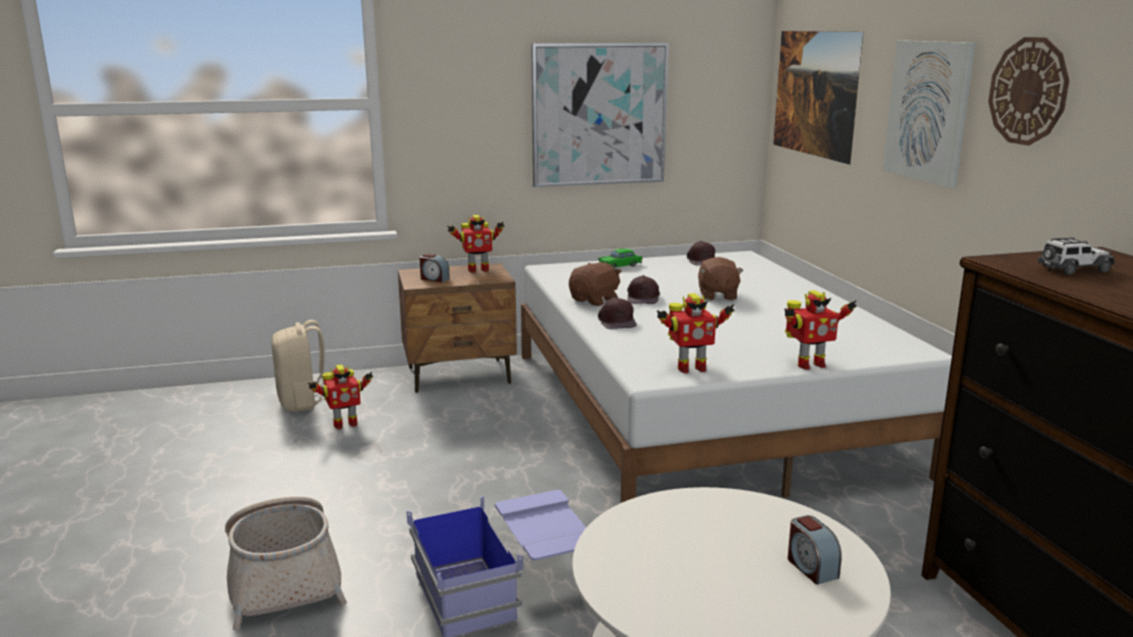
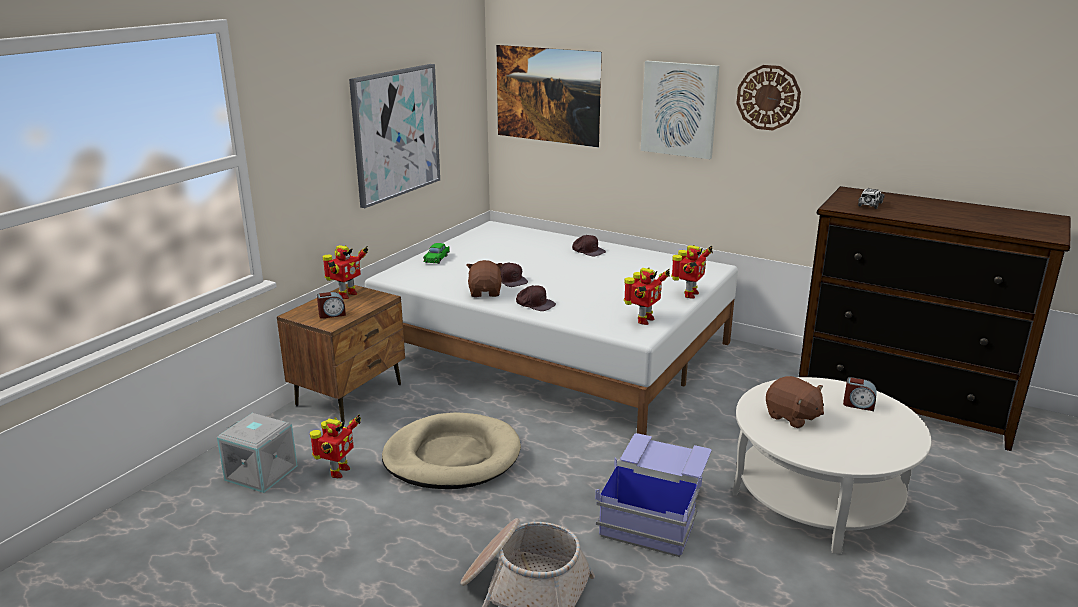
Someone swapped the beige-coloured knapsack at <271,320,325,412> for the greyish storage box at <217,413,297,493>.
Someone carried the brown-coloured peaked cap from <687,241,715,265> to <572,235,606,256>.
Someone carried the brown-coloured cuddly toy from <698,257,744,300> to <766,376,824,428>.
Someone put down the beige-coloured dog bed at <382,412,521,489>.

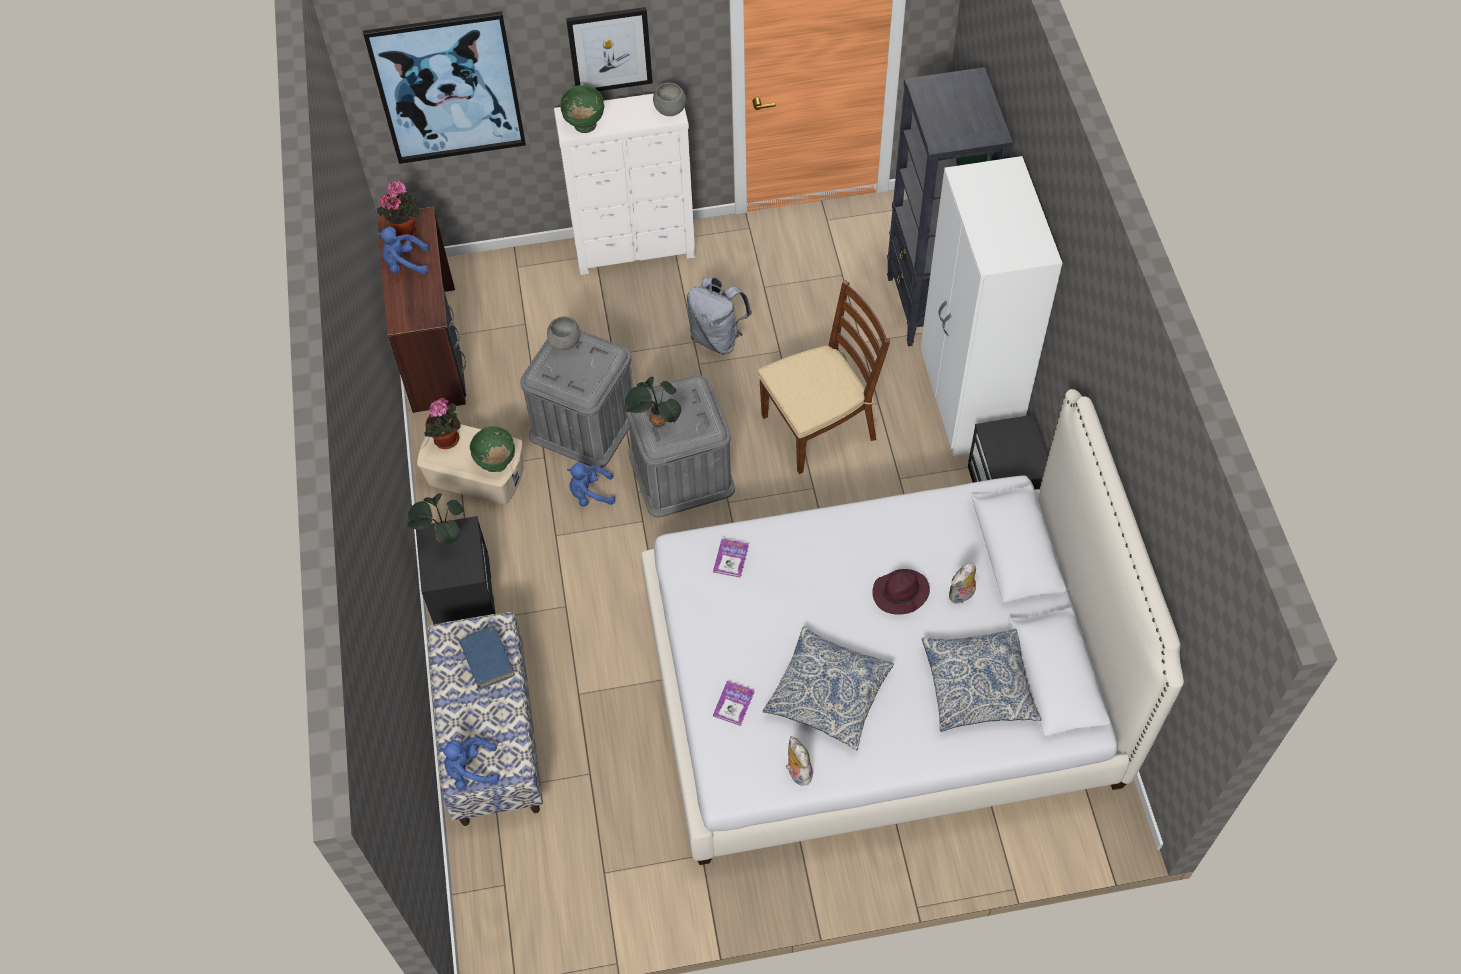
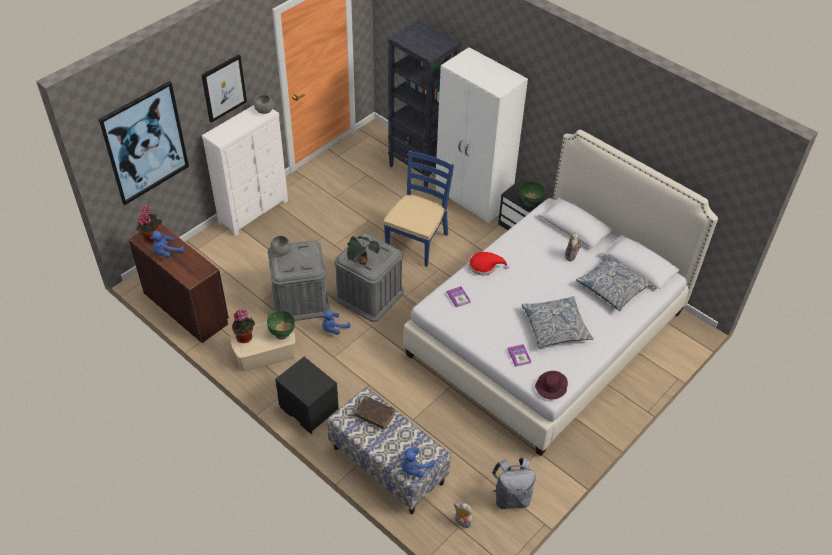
Someone took away the houseplant at <407,493,464,545>.
Someone repainted the bluish book at <459,625,515,689>, which became the brown-coloured book at <354,396,395,429>.
Someone carried the green bowl from <560,85,604,133> to <519,181,544,207>.
Someone carried the greyish knapsack from <687,277,752,354> to <492,458,536,509>.
Someone repainted the brown-coloured chair at <758,280,890,474>, which became the bluish chair at <384,150,454,267>.
Someone carried the cuddly toy from <786,736,813,786> to <454,502,473,528>.
Someone carried the purple clothing hat from <872,569,930,615> to <535,371,568,400>.
Someone put down the red clothing hat at <469,252,509,275>.

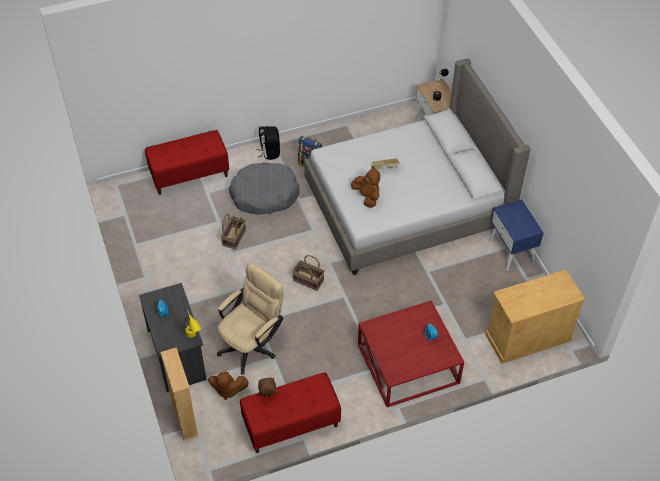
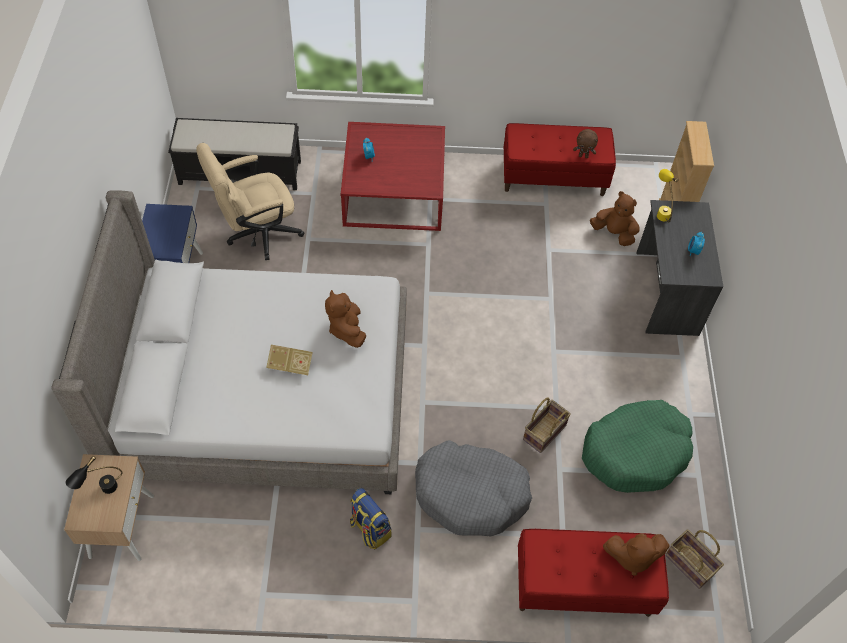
Someone carried the beige-coloured desk chair from <217,263,284,374> to <196,143,305,260>.
Someone took away the black-coloured knapsack at <256,126,280,160>.
Someone carried the basket from <292,255,324,291> to <665,530,724,589>.
Someone swapped the beige-coloured cupboard at <486,270,586,364> for the black-coloured indoor bench at <168,118,301,190>.
Someone put down the green dog bed at <582,400,693,493>.
Someone put down the brown-coloured cuddly toy at <603,533,670,576>.

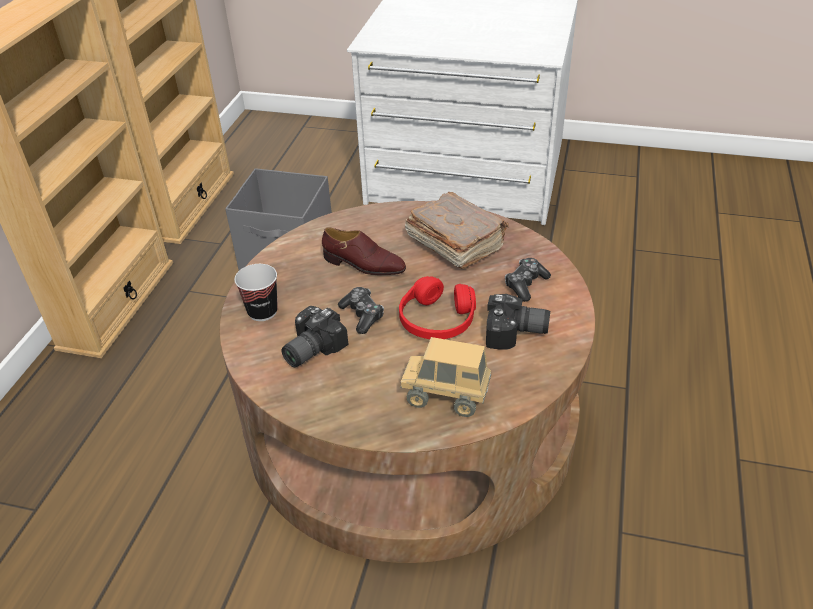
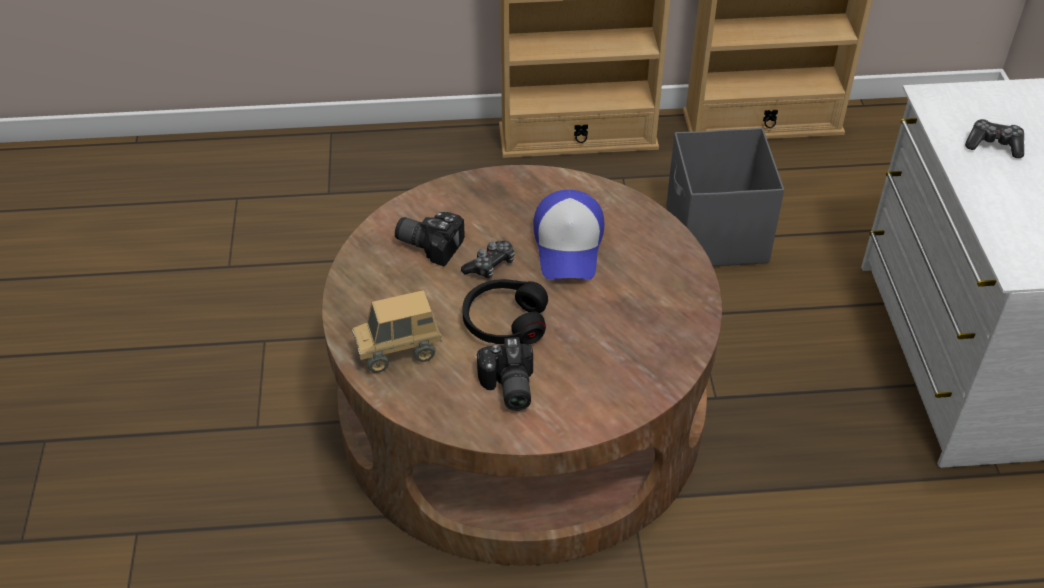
Someone took away the small cup at <234,264,278,321>.
Someone swapped the brown-coloured low shoe at <322,227,406,275> for the peaked cap at <534,190,604,280>.
Someone repainted the red headphones at <399,276,476,339>, which became the black-coloured headphones at <462,279,548,345>.
Someone rotated the toy lorry at <400,337,491,417> by 105 degrees counterclockwise.
Someone took away the brown-coloured book at <405,192,509,269>.
Someone carried the gamepad from <505,258,551,302> to <965,119,1024,158>.

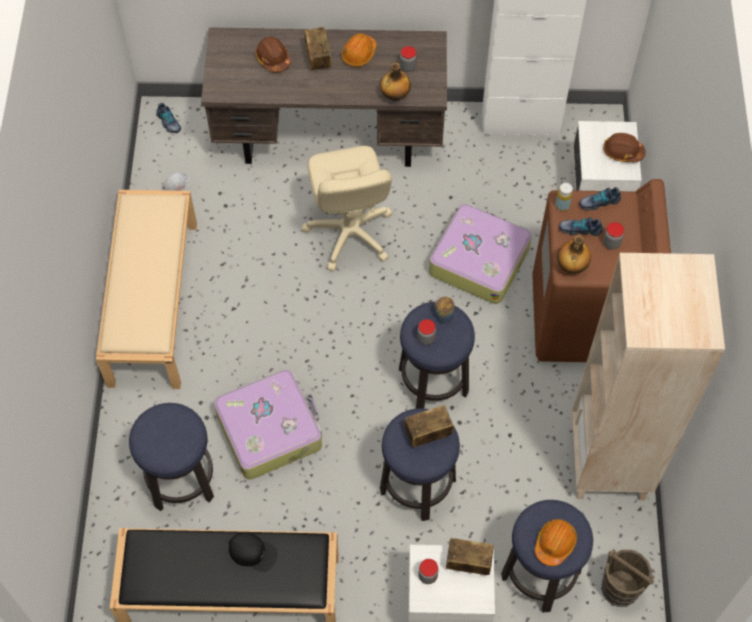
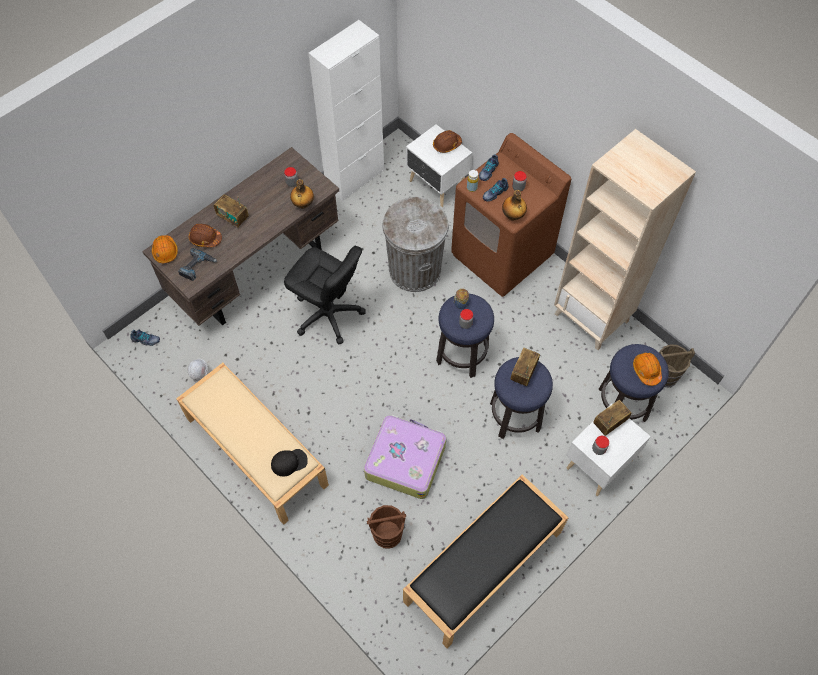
Someone swapped the sitting stool at <129,403,214,511> for the brown-coloured water bucket at <367,505,406,549>.
Someone carried the black-coloured peaked cap from <229,532,277,572> to <271,449,308,476>.
Someone repainted the beige-coloured desk chair at <301,146,393,271>, which became the black-coloured desk chair at <284,246,366,344>.
Someone carried the orange safety helmet from <341,33,377,67> to <152,235,178,263>.
Someone swapped the suitcase at <429,204,532,304> for the greyish waste bin at <382,197,449,292>.
Someone put down the drill at <178,248,218,281>.

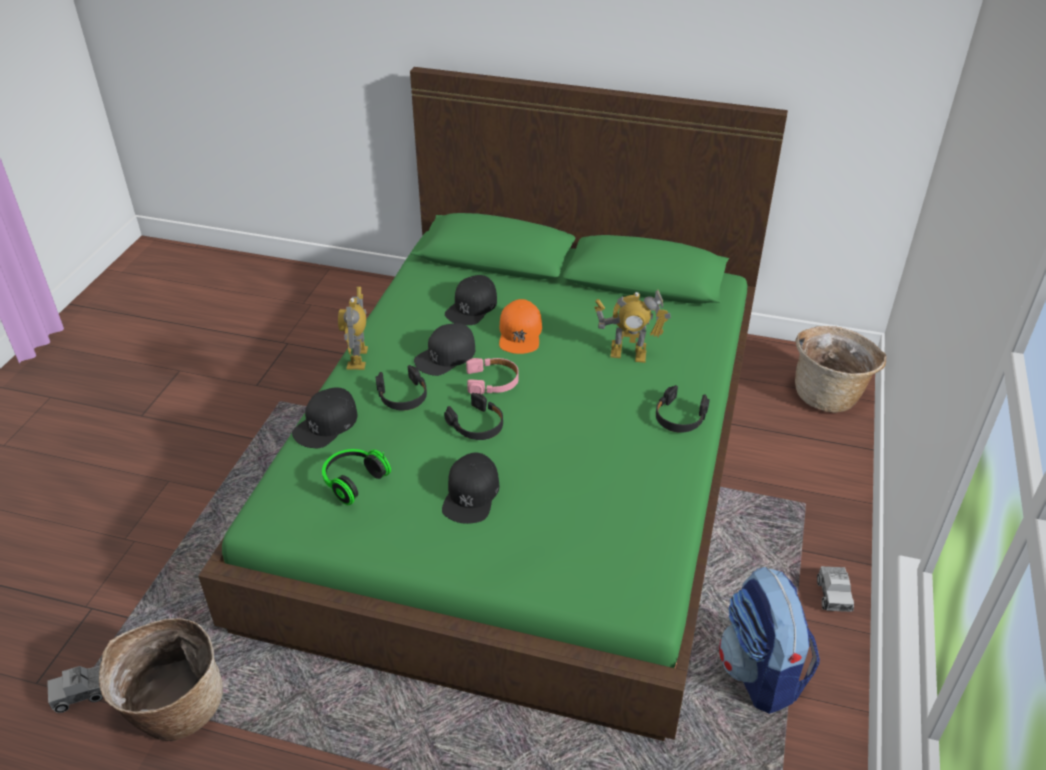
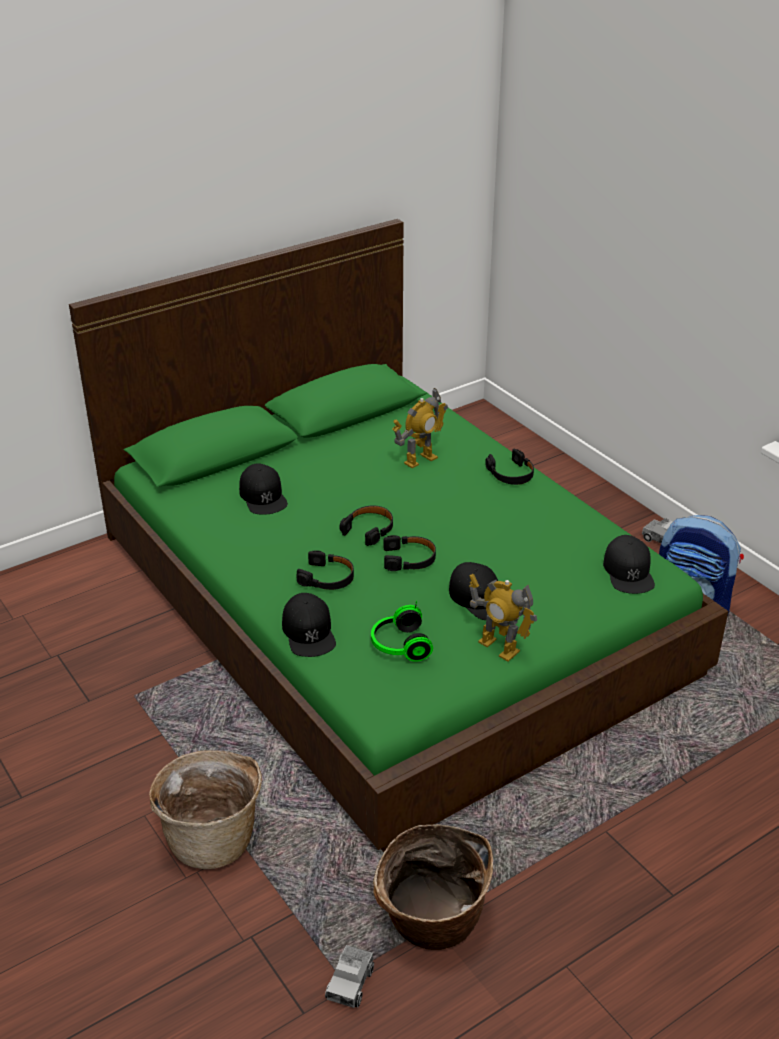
Someone carried the toy robot from <338,287,368,370> to <469,574,537,662>.
Someone carried the black-coloured peaked cap from <414,323,475,376> to <603,535,655,594>.
Someone repainted the pink headphones at <466,358,519,394>, which became the black-coloured headphones at <340,506,393,546>.
Someone took away the orange peaked cap at <499,299,542,354>.
Someone carried the basket from <795,326,886,413> to <149,750,262,869>.

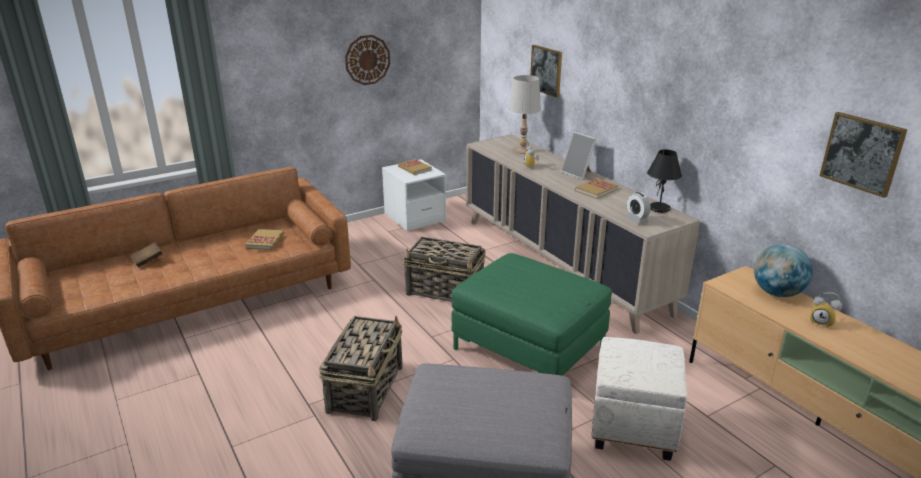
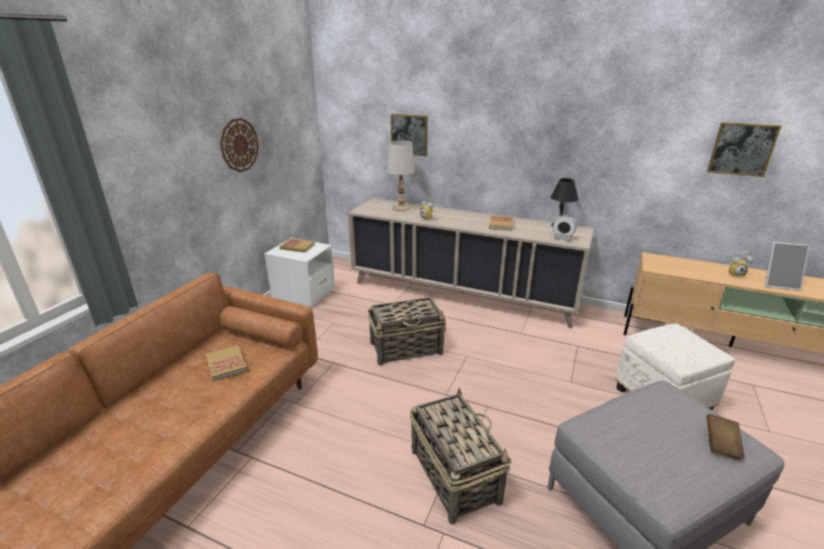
Someone carried the brown-coloured book from <131,242,163,267> to <706,414,745,460>.
Someone took away the green ottoman at <451,253,612,376>.
Someone carried the picture frame from <561,132,597,180> to <765,242,810,291>.
Someone took away the globe at <754,244,813,297>.

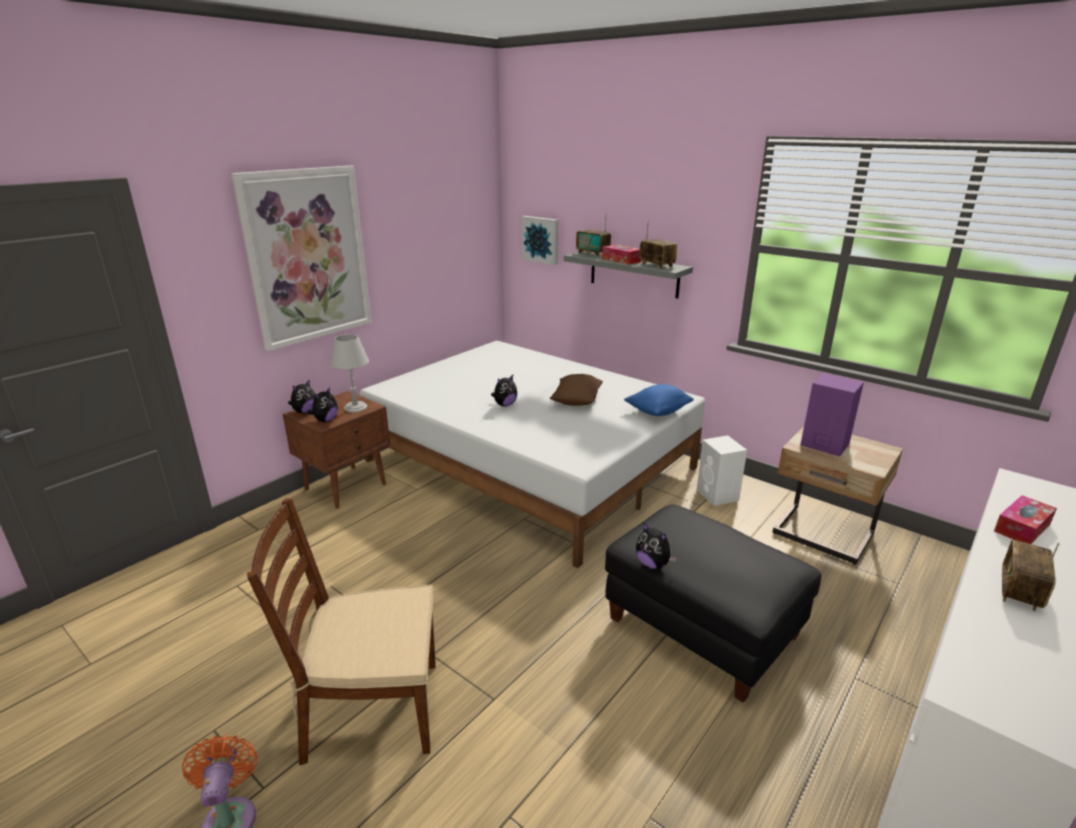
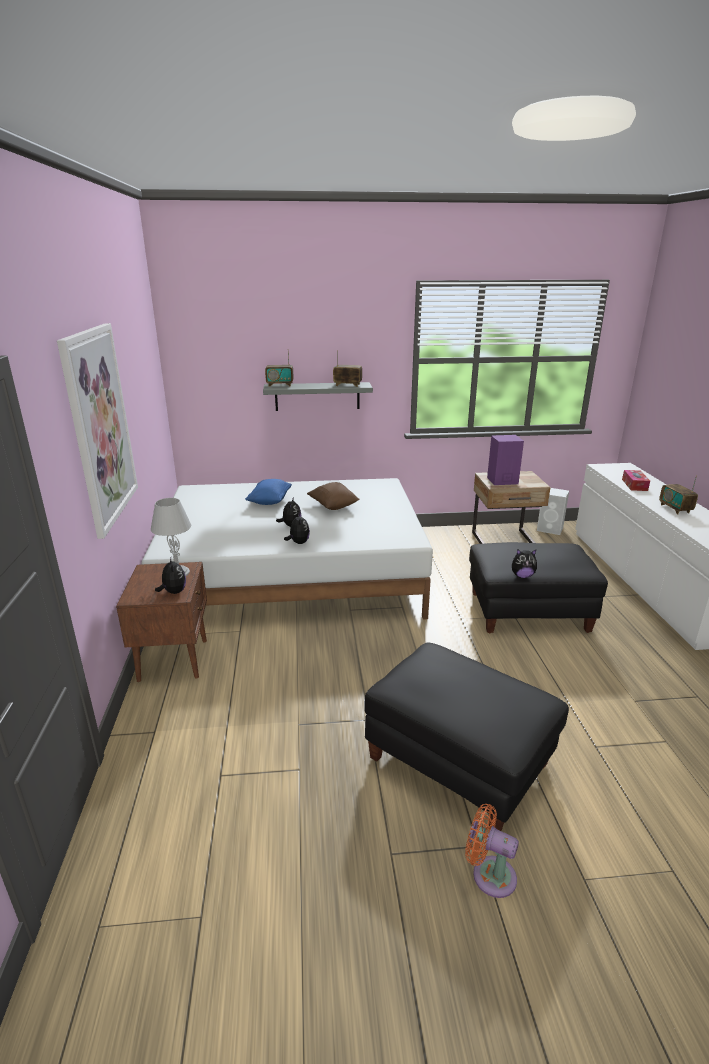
Someone swapped the brown-coloured chair at <247,498,436,765> for the black-coloured ottoman at <365,642,569,831>.
Someone carried the cuddly toy from <288,380,316,414> to <284,513,310,544>.
Someone took away the wall picture at <521,216,558,265>.
Someone took away the tissue box at <602,244,642,265>.
Someone carried the bluish throw pillow from <624,384,694,416> to <245,479,292,505>.
Someone carried the white loudspeaker from <697,435,747,506> to <537,488,569,535>.

